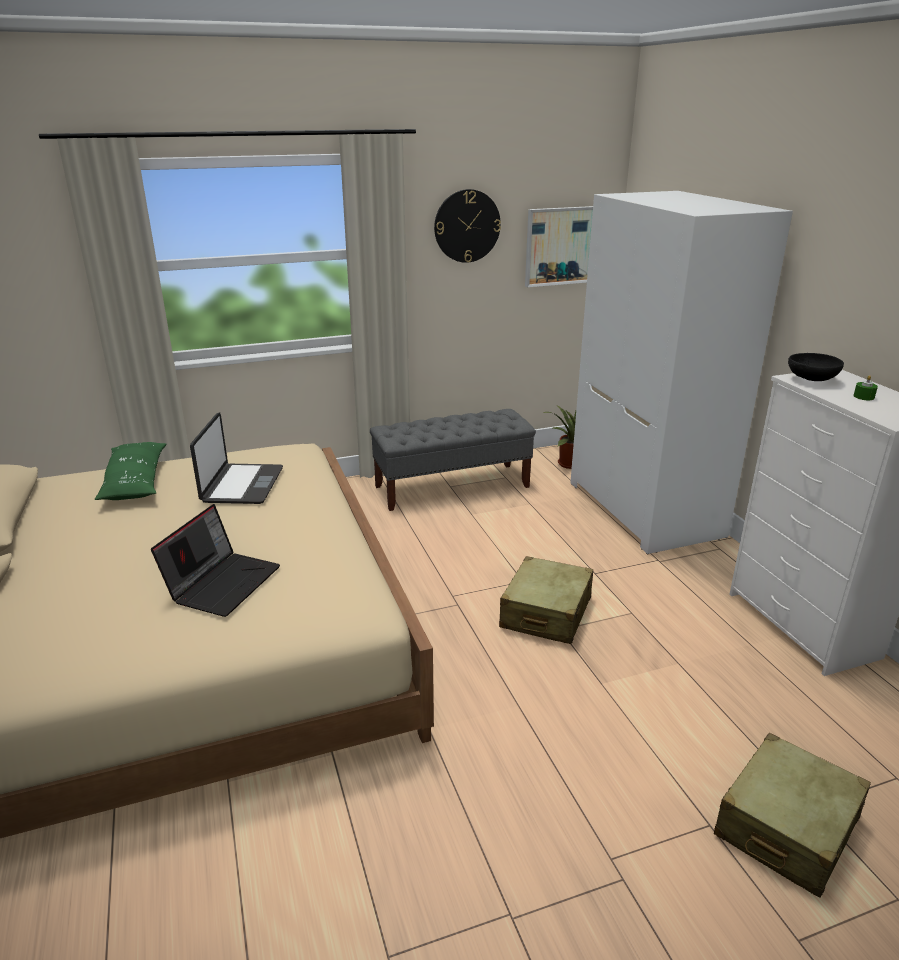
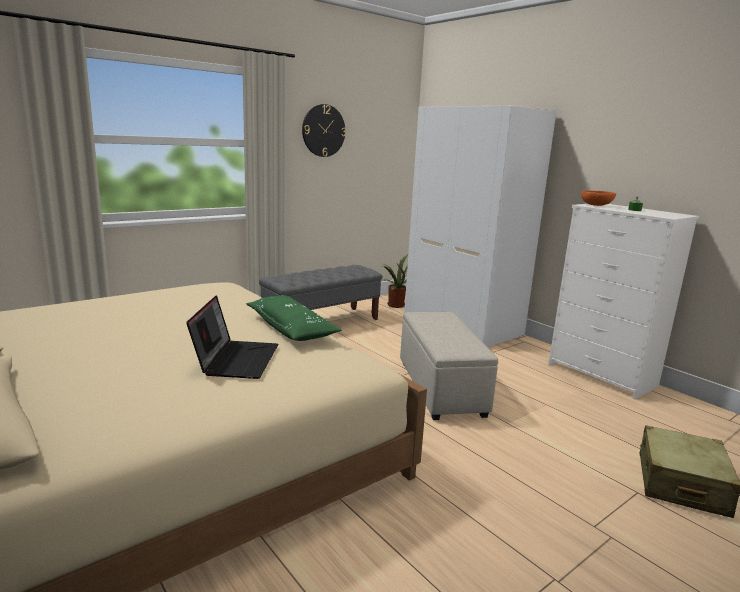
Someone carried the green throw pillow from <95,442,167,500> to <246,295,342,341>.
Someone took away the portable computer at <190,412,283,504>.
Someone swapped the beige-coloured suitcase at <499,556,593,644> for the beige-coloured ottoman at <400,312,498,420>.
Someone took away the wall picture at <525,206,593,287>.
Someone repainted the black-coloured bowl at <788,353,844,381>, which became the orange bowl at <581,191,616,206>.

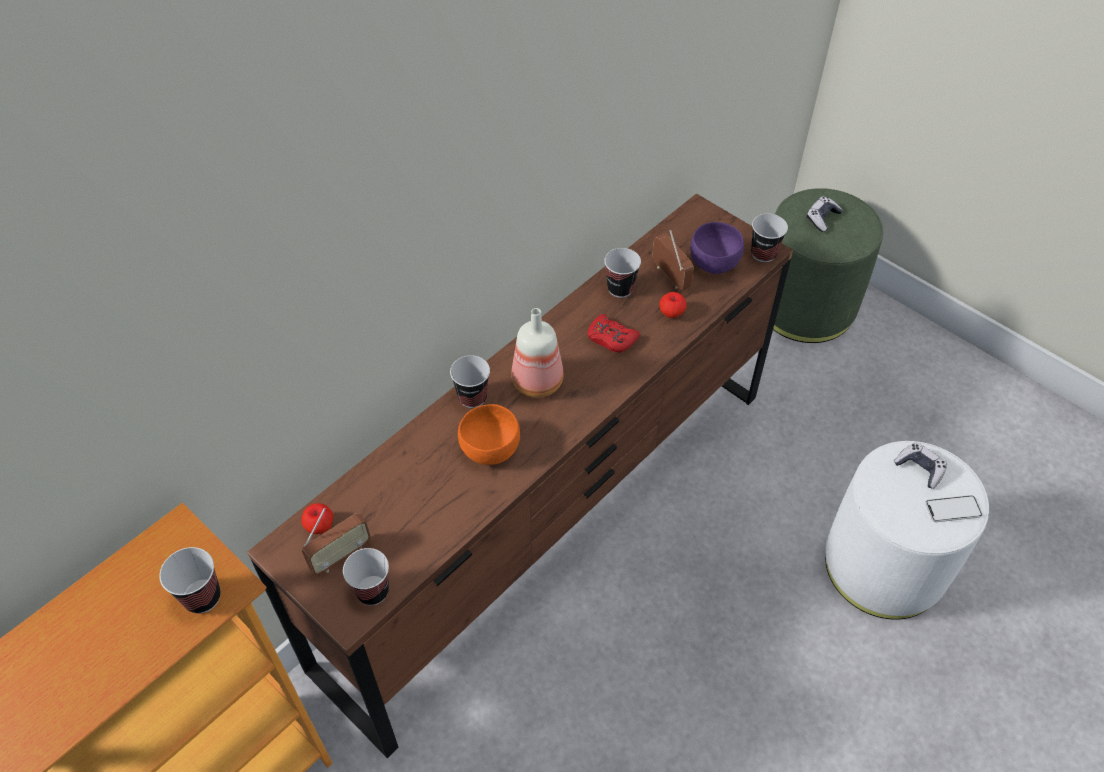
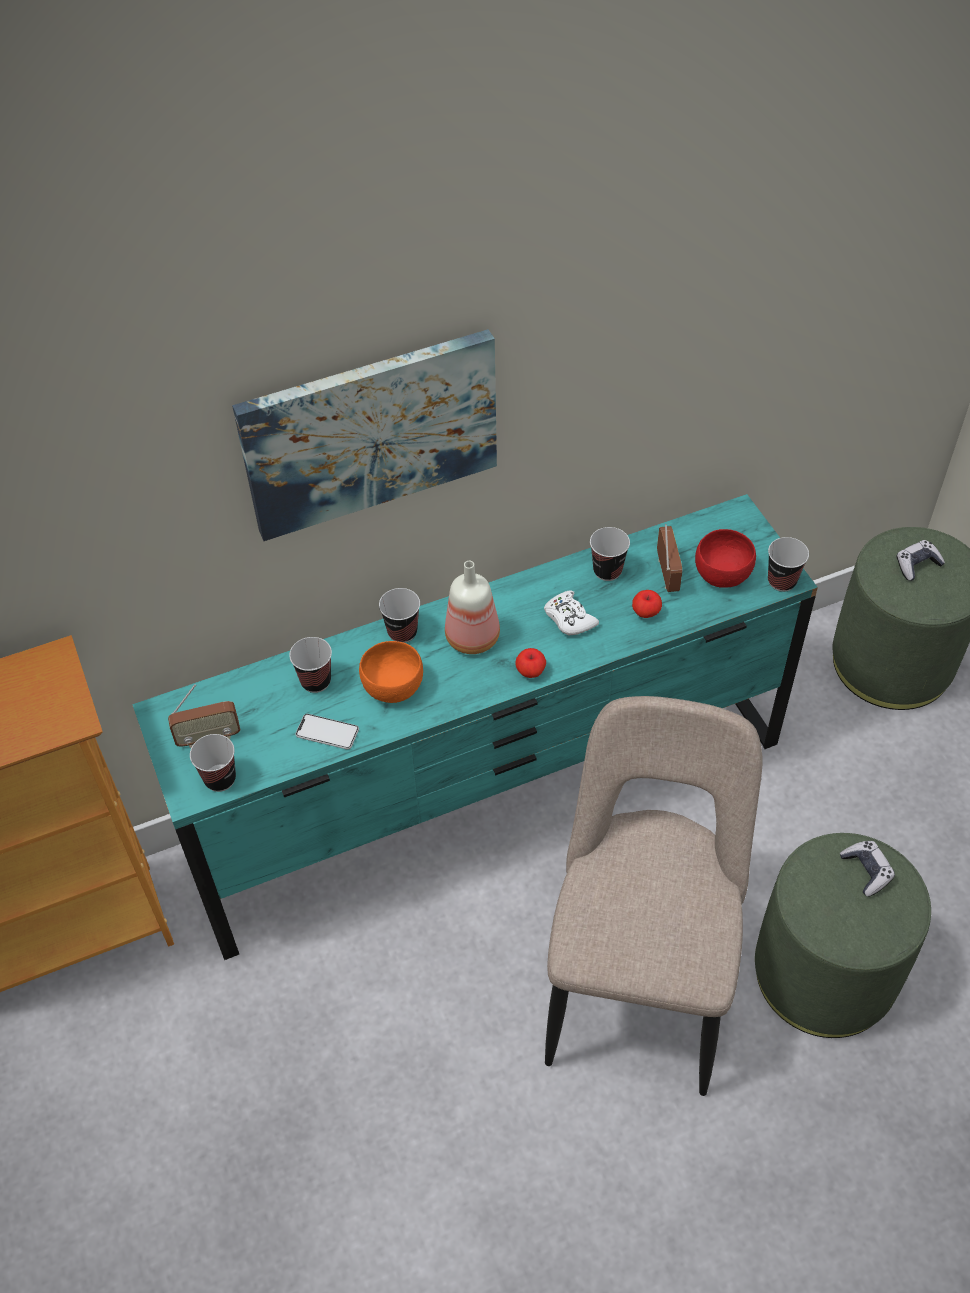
Someone carried the small cup from <159,547,221,614> to <289,637,332,693>.
Someone repainted the brown-coloured drawer chest at <247,194,793,758>, which became the blue-green drawer chest at <132,494,818,960>.
Someone carried the apple from <301,503,333,534> to <515,648,546,678>.
Someone repainted the red gamepad at <587,314,640,353>, which became the white gamepad at <544,591,599,635>.
Someone repainted the purple bowl at <690,222,744,274>, which became the red bowl at <695,529,756,588>.
Someone repainted the white ottoman at <825,441,989,620>, which became the green ottoman at <755,833,931,1038>.
Someone carried the telephone from <926,495,982,522> to <295,714,359,749>.
Someone put up the wall picture at <232,329,497,541>.
Someone put down the beige-coloured chair at <545,696,762,1096>.

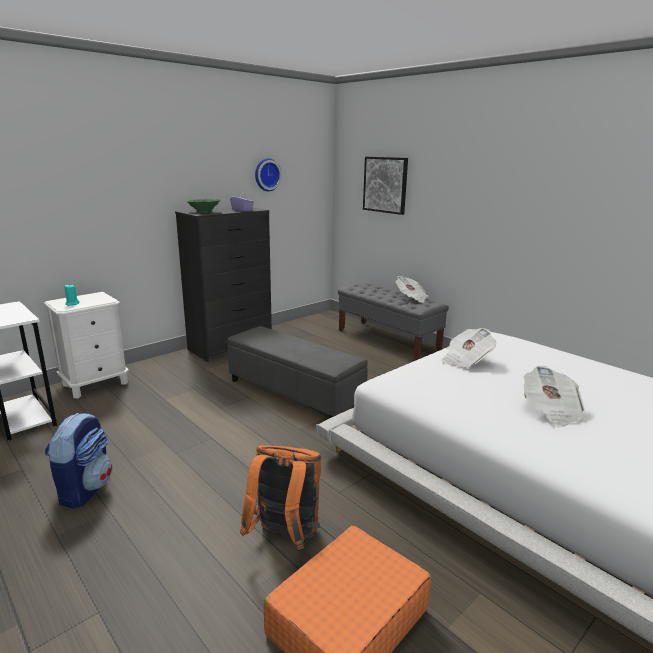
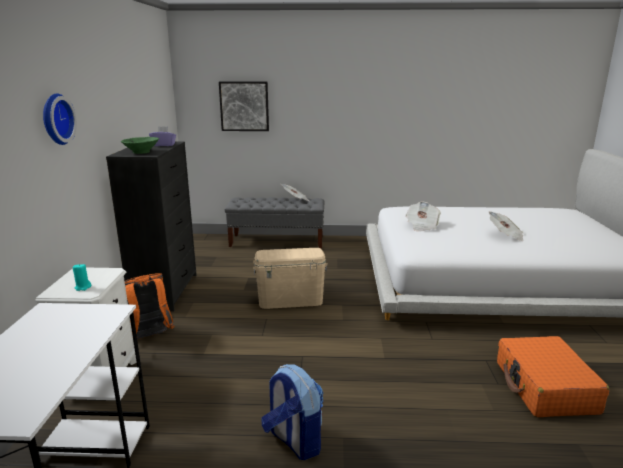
Someone swapped the greyish ottoman at <227,326,368,418> for the beige-coloured storage box at <253,248,328,309>.
Someone carried the orange knapsack from <240,445,321,550> to <125,273,175,339>.
Someone carried the clock on the wall from <255,158,282,191> to <43,93,77,145>.

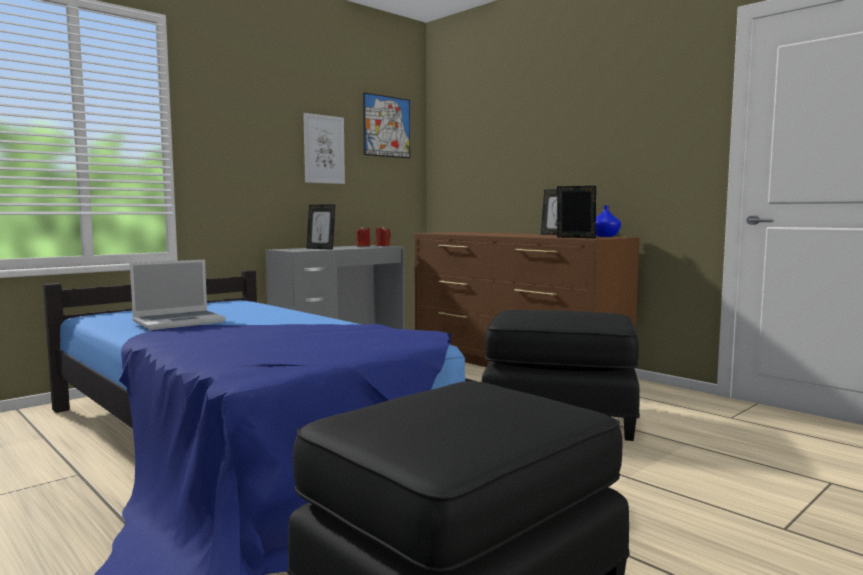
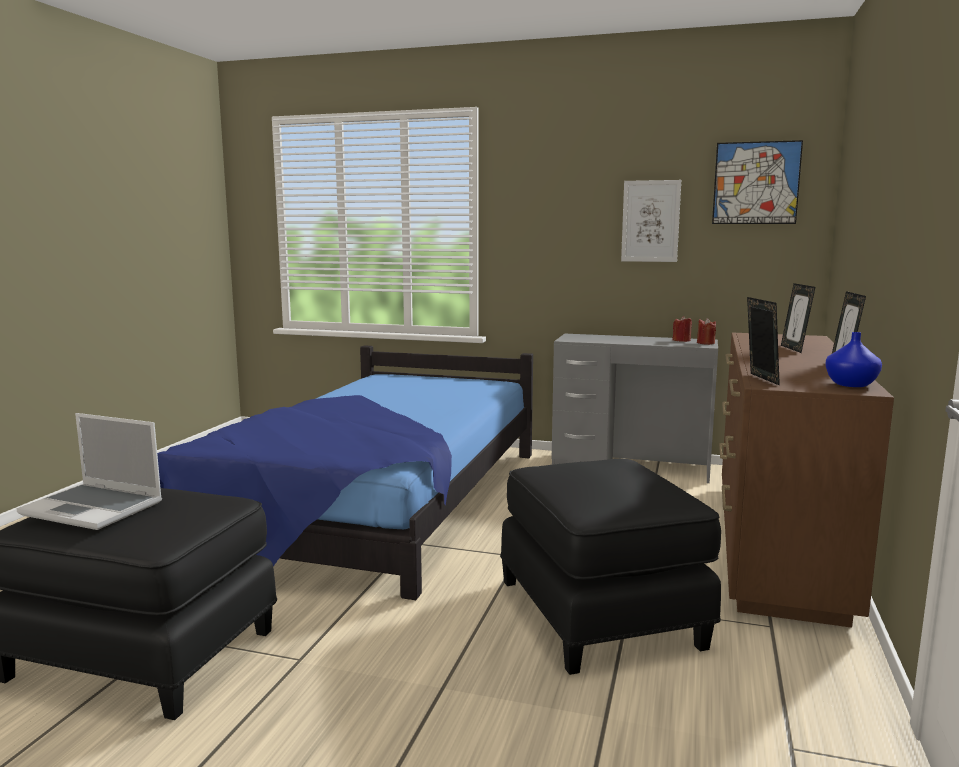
Someone carried the portable computer from <130,260,226,330> to <16,413,162,530>.
Someone carried the picture frame from <307,205,335,250> to <781,283,815,353>.

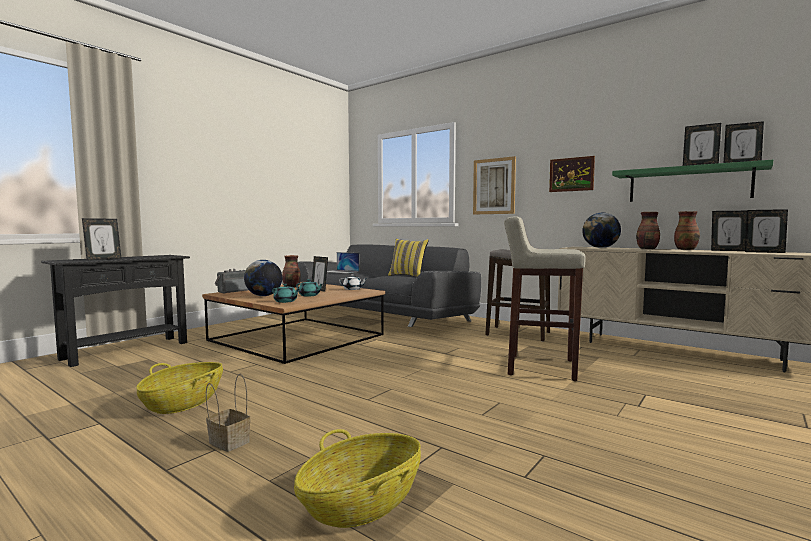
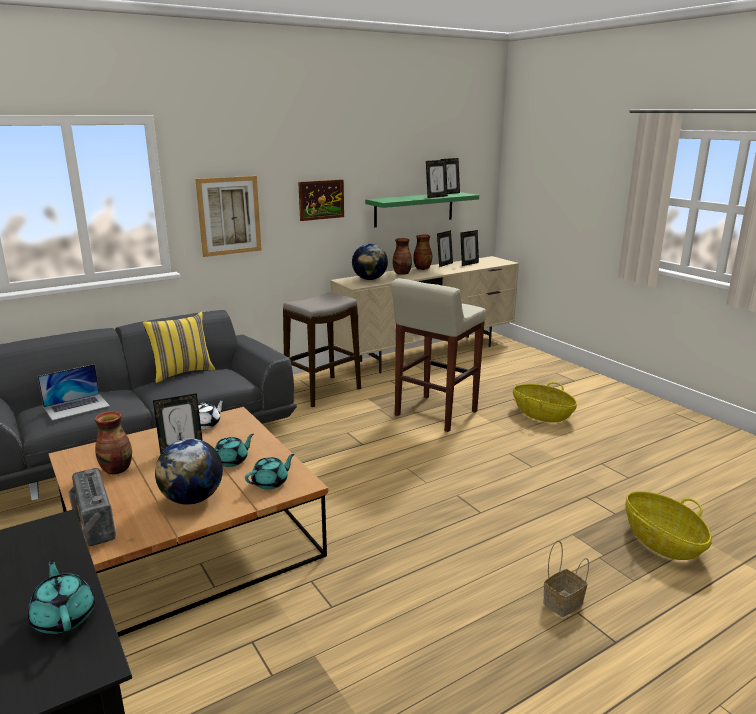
Someone swapped the picture frame at <82,218,122,260> for the blue-green pot for tea at <28,559,95,634>.
Someone carried the basket from <136,362,223,414> to <513,382,577,423>.

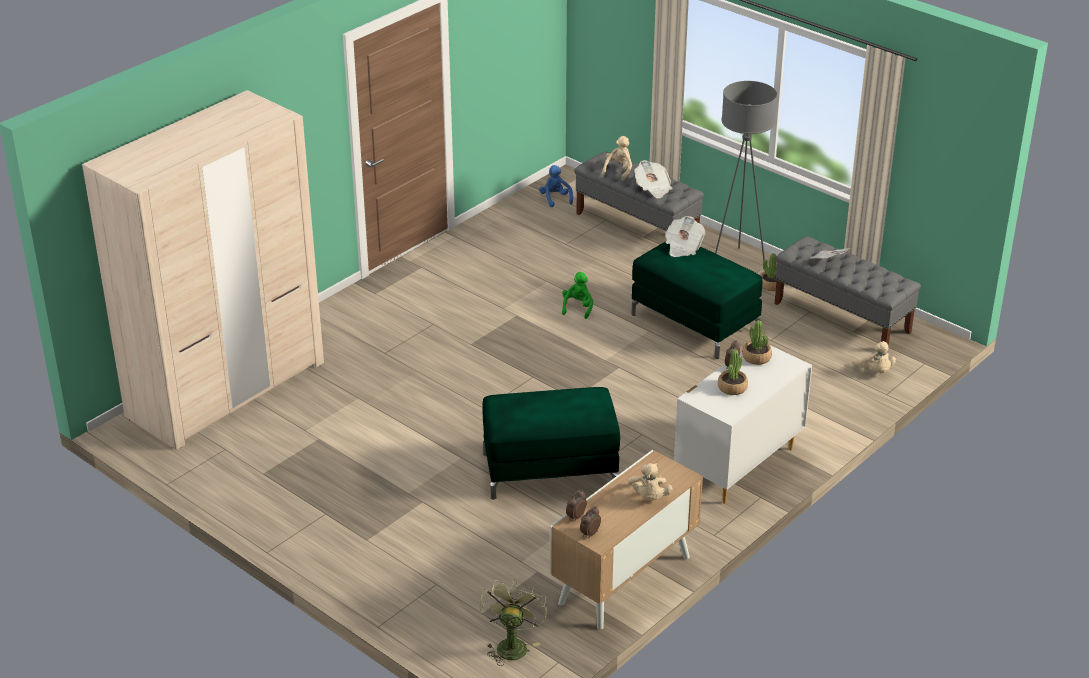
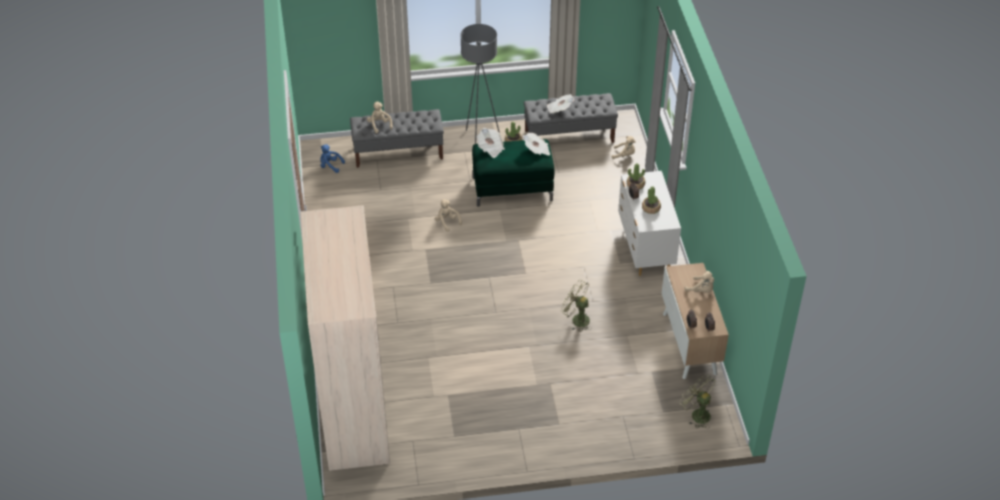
Someone swapped the green ottoman at <482,387,620,500> for the green cooling fan at <561,280,592,332>.
Someone repainted the green cuddly toy at <562,272,593,319>, which became the beige-coloured cuddly toy at <435,199,462,232>.
Someone carried the newspaper from <634,160,673,199> to <523,133,550,155>.

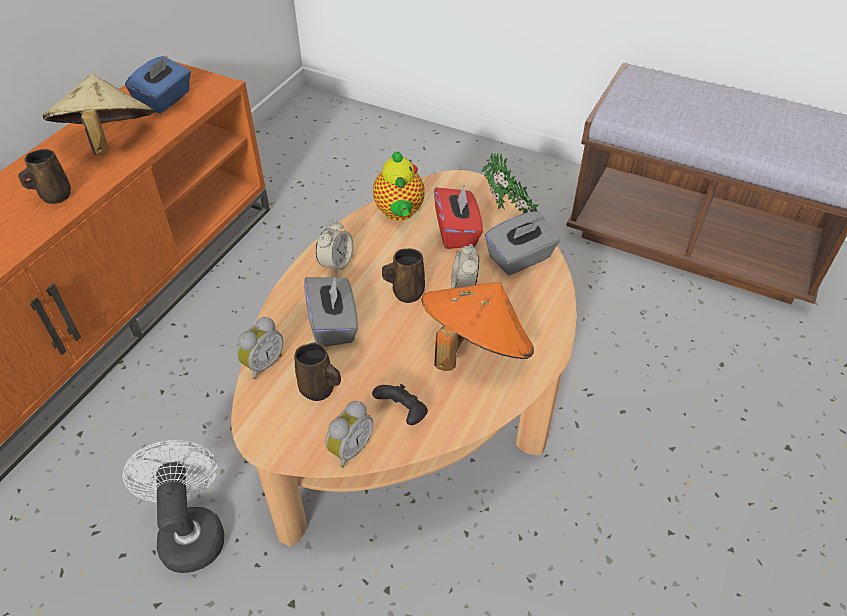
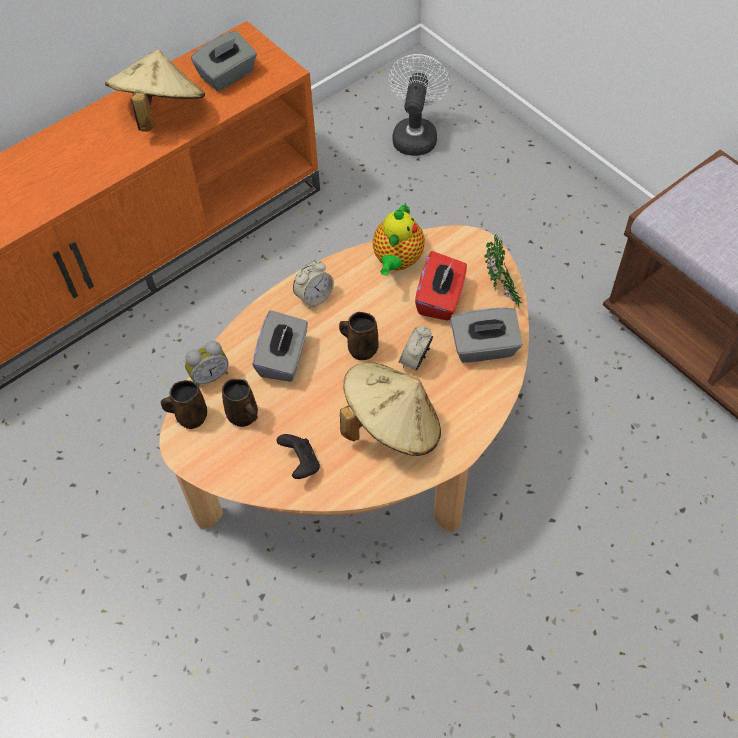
Someone carried the brown-coloured tea mug from <18,149,71,204> to <161,380,207,429>.
Someone carried the white cooling fan from <123,440,224,573> to <389,54,449,156>.
Someone repainted the bluish tissue box at <125,56,191,114>, which became the greyish tissue box at <191,31,257,91>.
Someone took away the alarm clock at <325,401,373,468>.
Someone repainted the orange clothing hat at <421,282,534,371>, which became the beige-coloured clothing hat at <340,362,441,456>.

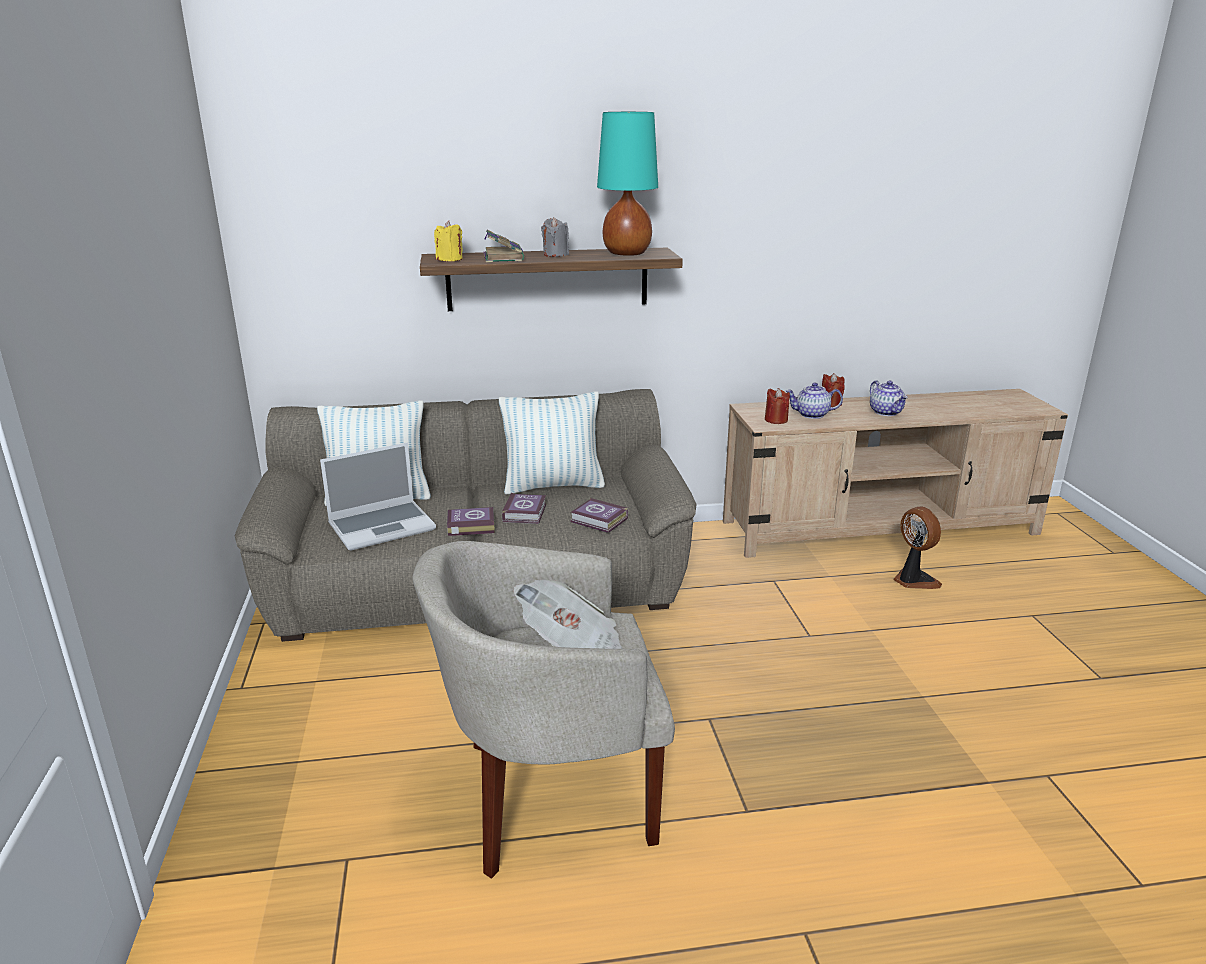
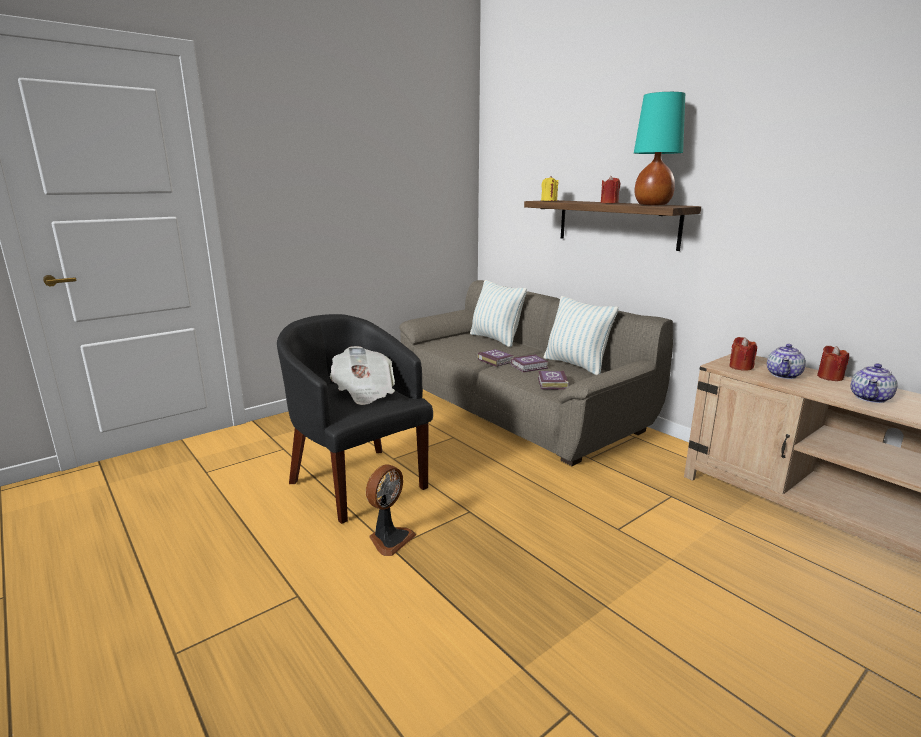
Someone took away the portable computer at <320,442,436,550>.
Someone repainted the beige-coloured easy chair at <413,541,675,879>, which became the black-coloured easy chair at <277,314,433,524>.
Someone took away the book at <483,230,524,262>.
Someone repainted the greyish wax candle at <541,217,569,257>, which became the red wax candle at <601,176,621,203>.
Someone rotated the pot for tea at <786,382,843,419> by 120 degrees counterclockwise.
Someone carried the cooling fan from <893,507,942,589> to <366,465,416,556>.

